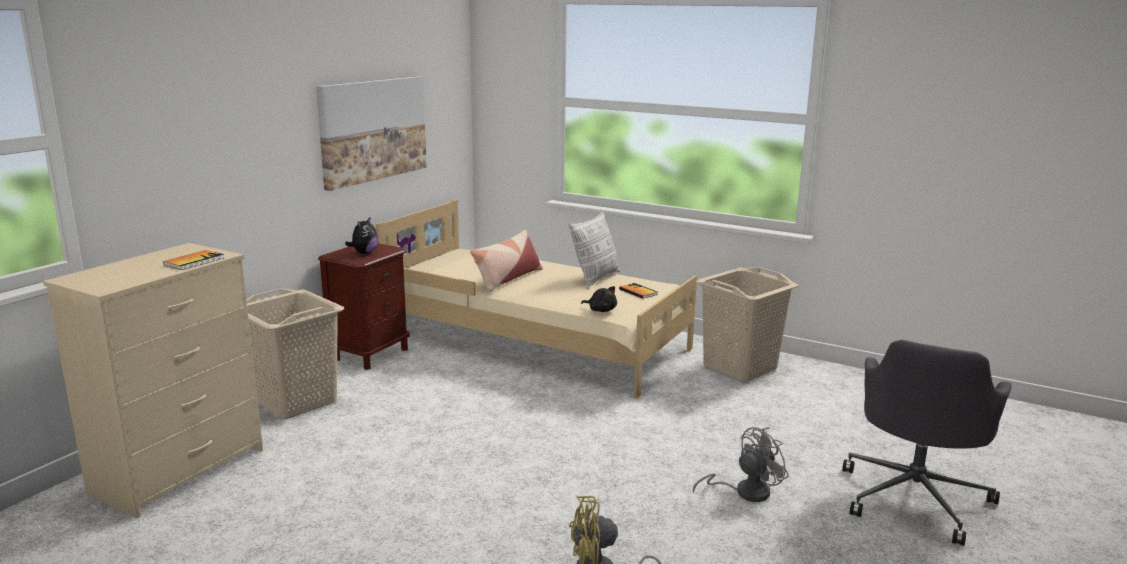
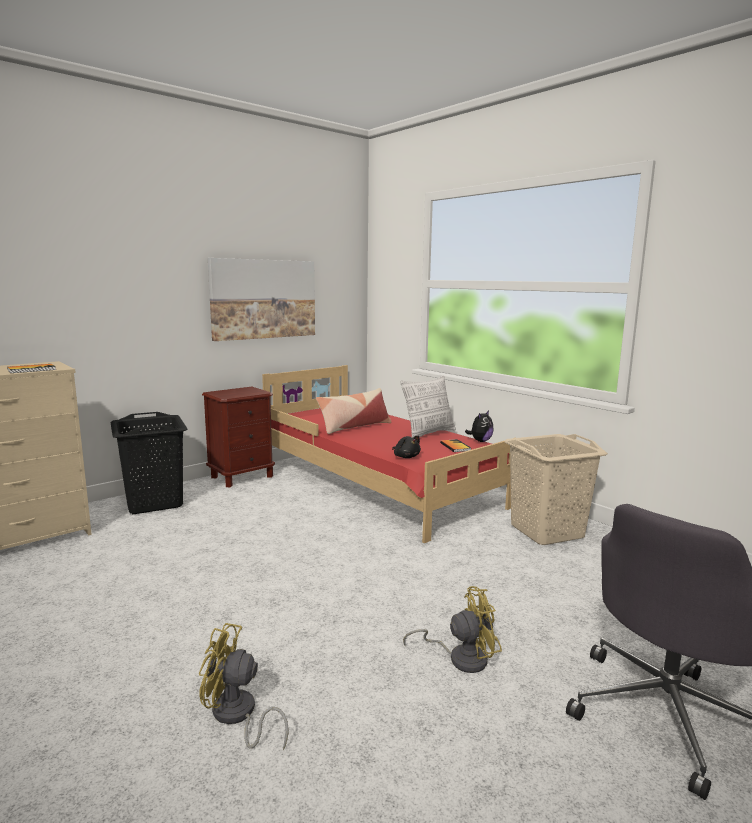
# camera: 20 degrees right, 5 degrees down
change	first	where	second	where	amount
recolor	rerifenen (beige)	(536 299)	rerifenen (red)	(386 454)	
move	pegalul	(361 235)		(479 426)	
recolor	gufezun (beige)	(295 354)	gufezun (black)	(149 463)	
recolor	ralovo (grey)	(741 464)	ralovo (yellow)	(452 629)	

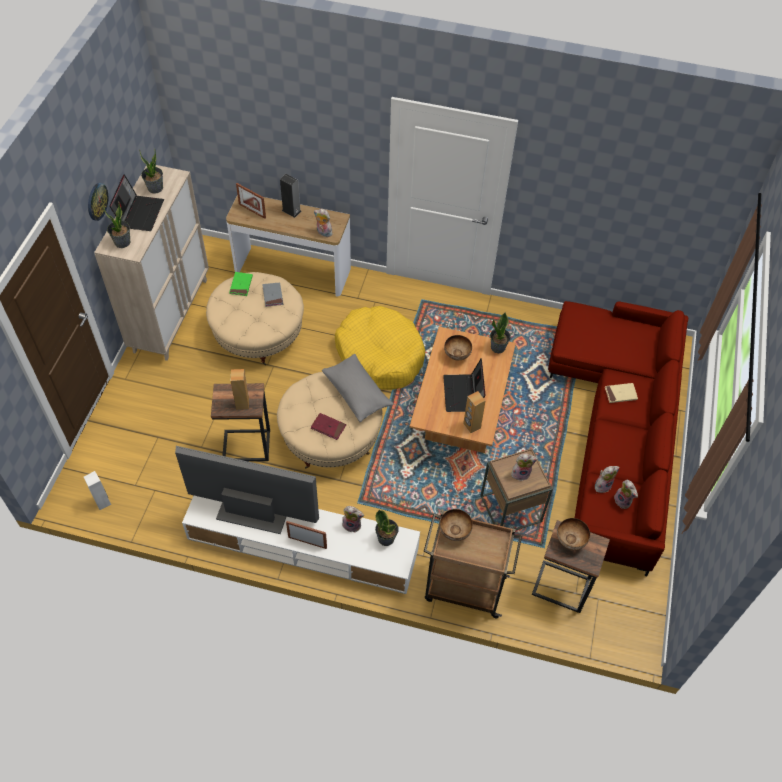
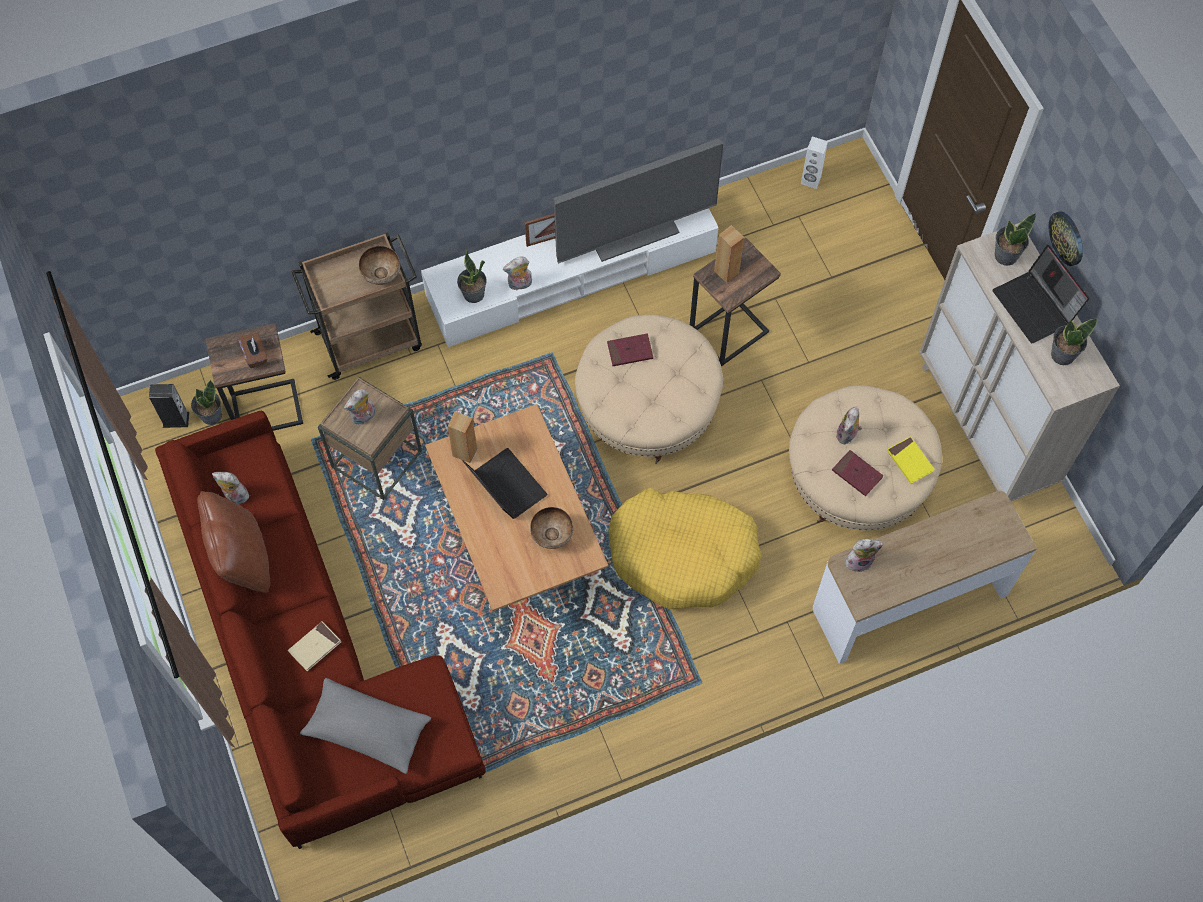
# camera: 145 degrees right, 10 degrees up
change	first	where	second	where	amount
move	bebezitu	(291 196)		(169 406)	
delete	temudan	(251 201)			
recolor	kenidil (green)	(241 284)	kenidil (yellow)	(911 460)	
recolor	kenidil (grey)	(272 294)	kenidil (red)	(857 473)	
move	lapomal	(500 332)		(206 402)	
move	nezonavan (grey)	(358 388)		(365 726)	
move	pegalul	(607 479)		(849 426)	
replace	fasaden	(573 534)	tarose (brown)	(253 350)	
insert			nezonavan (brown)	(233 542)	

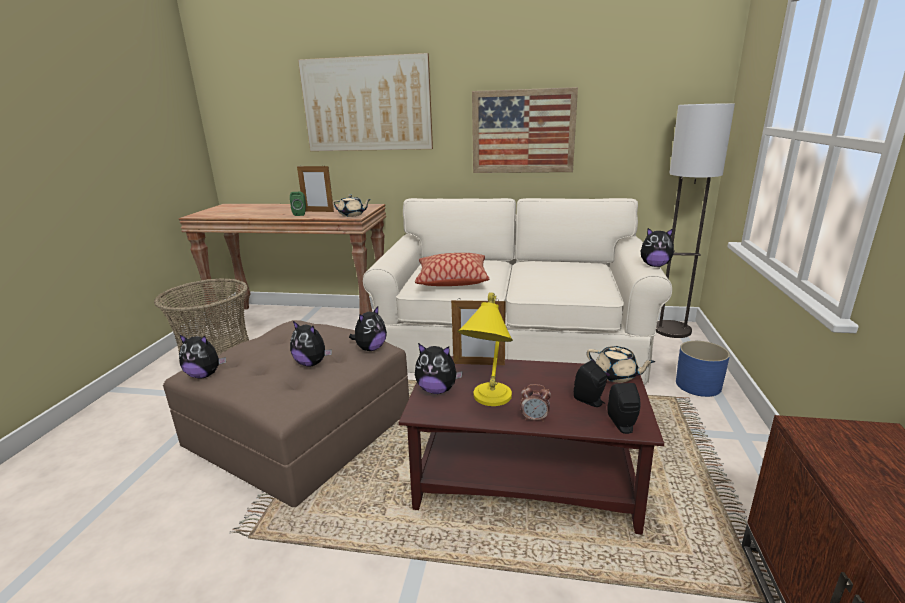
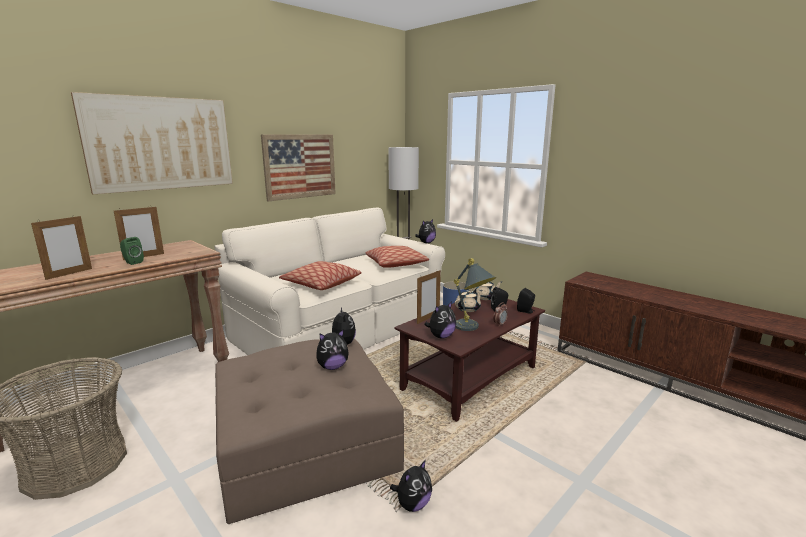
# camera: 55 degrees left, 5 degrees down
change	first	where	second	where	amount
move	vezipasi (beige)	(352 205)		(469 301)	
recolor	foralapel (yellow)	(485 349)	foralapel (grey)	(475 294)	
move	pegalul	(202 356)		(411 486)	
insert			temudan	(61 248)	
insert			nezonavan	(397 257)	

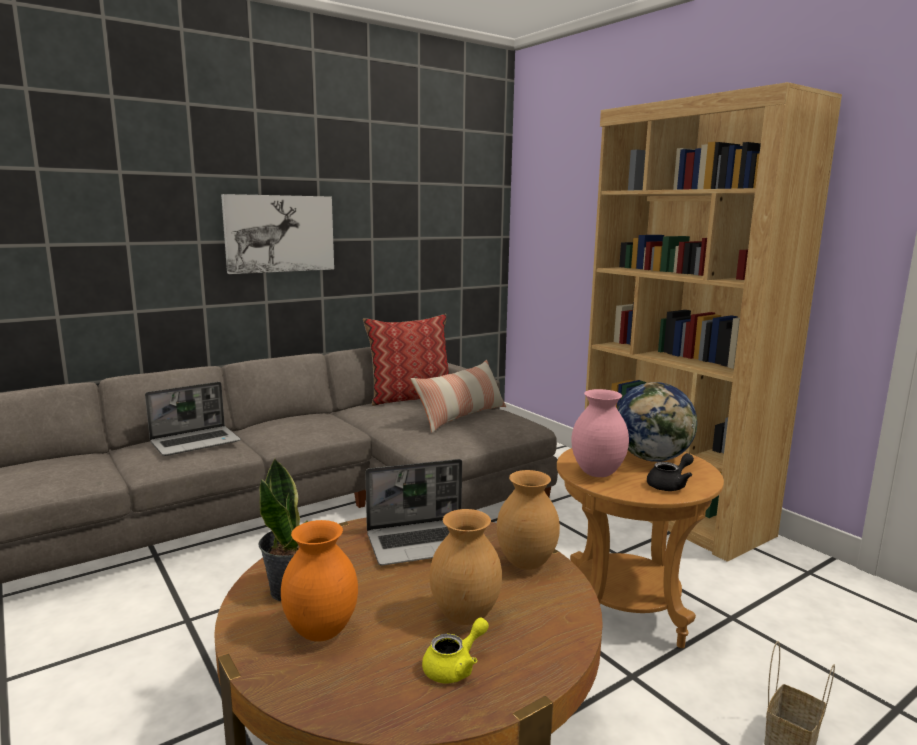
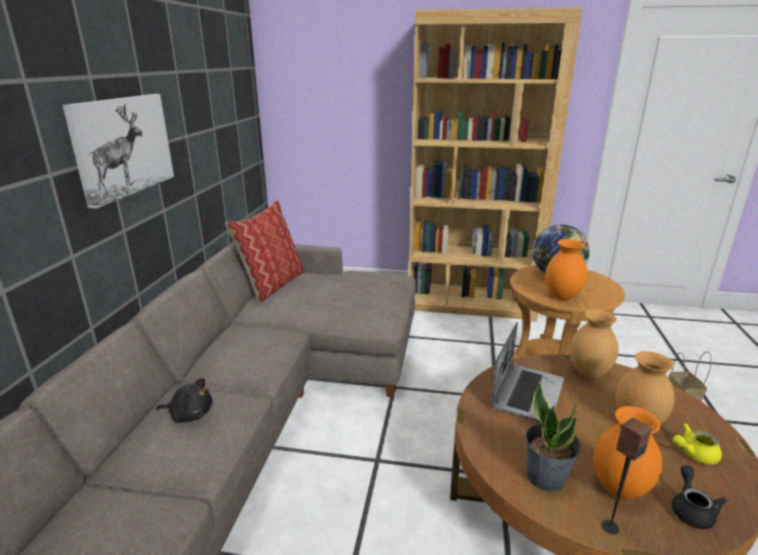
# camera: 45 degrees left, 10 degrees up
change	first	where	second	where	amount
delete	nezonavan	(458 396)			
replace	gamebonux	(193 419)	pegalul (black)	(184 400)	
recolor	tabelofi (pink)	(600 433)	tabelofi (orange)	(566 269)	
move	vezipasi (black)	(670 472)		(700 497)	
rotate	vezipasi (yellow)	(455 650)		(697 444)	105 degrees counterclockwise
insert			bebezitu	(626 476)	

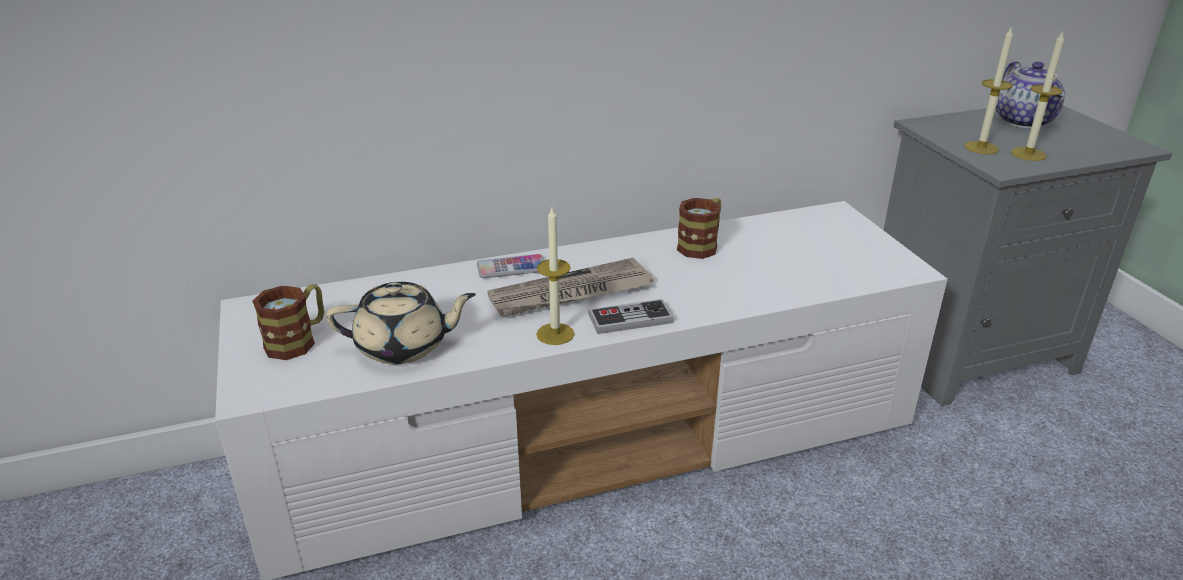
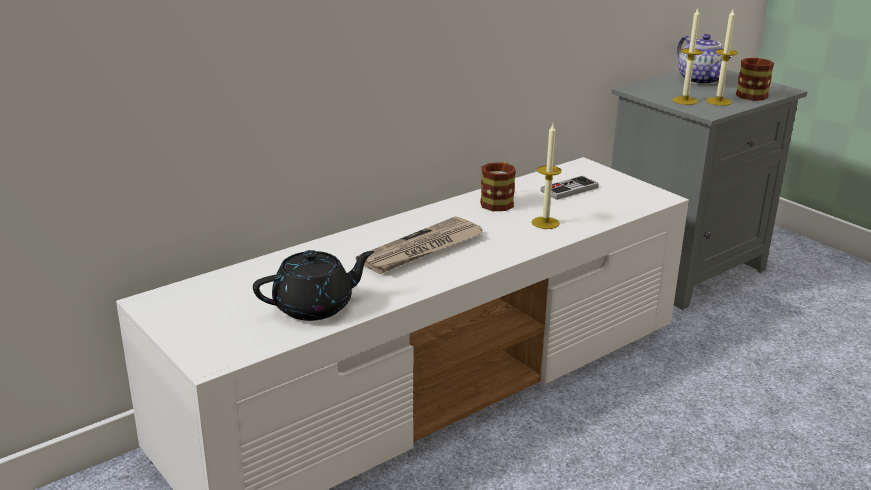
# camera: 20 degrees left, 5 degrees down
change	first	where	second	where	amount
move	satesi	(555 276)		(547 176)	
delete	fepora	(511 266)			
recolor	vezipasi (beige)	(401 323)	vezipasi (black)	(313 285)	
move	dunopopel	(288 322)		(755 79)	
move	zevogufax	(631 316)		(569 188)	

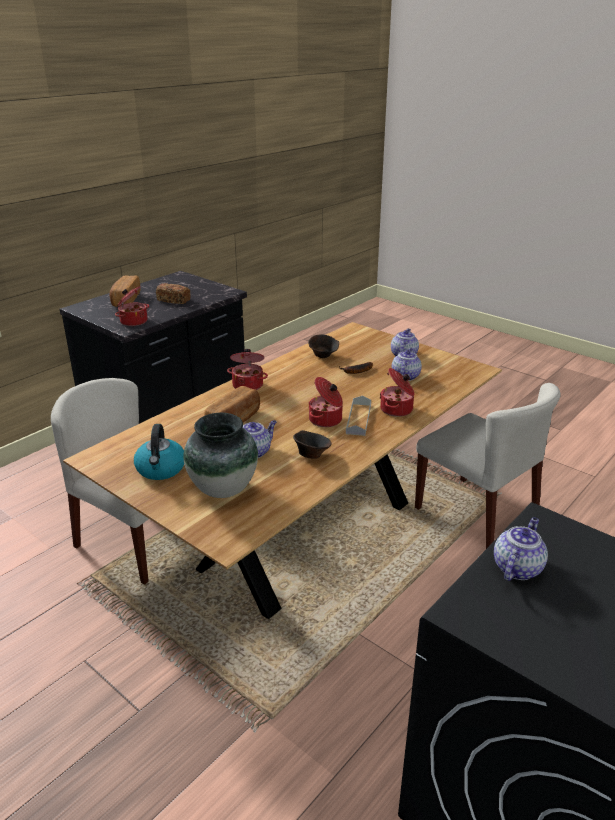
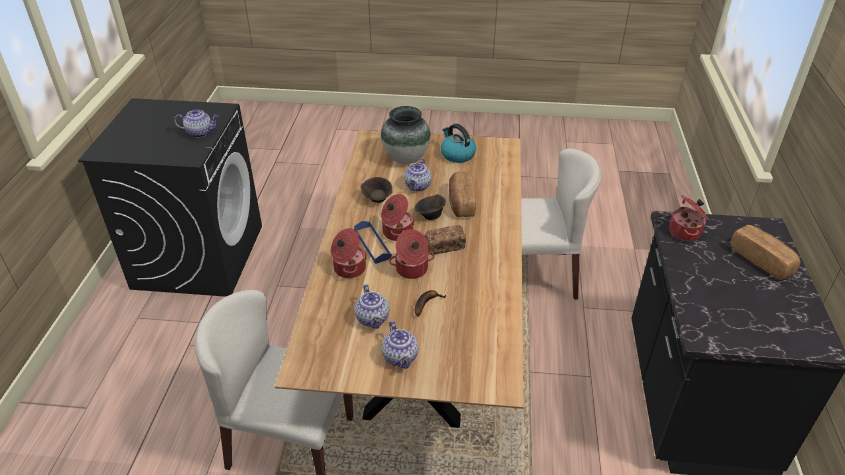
# camera: 145 degrees right, 10 degrees up
change	first	where	second	where	amount
move	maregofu	(173 293)		(445 240)	
move	fasaden (brown)	(323 346)		(430 207)	
move	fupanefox	(247 369)		(412 254)	
recolor	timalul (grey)	(358 416)	timalul (blue)	(373 242)	
rotate	vezipasi	(521 549)		(196 123)	90 degrees counterclockwise

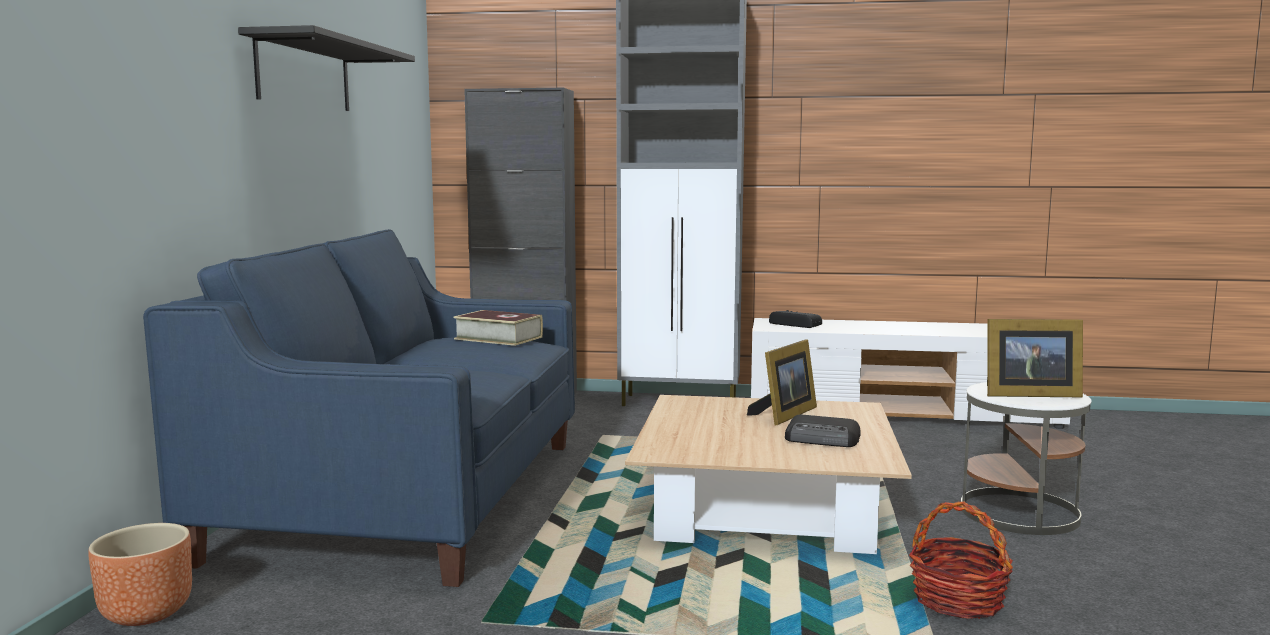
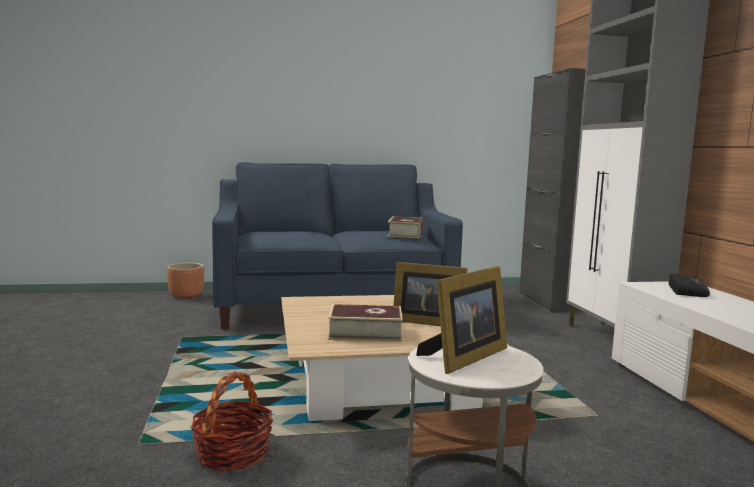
# camera: 70 degrees right, 0 degrees up
change	first	where	second	where	amount
delete	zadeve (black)	(326 68)			
rotate	temudan	(1035 358)		(461 320)	120 degrees counterclockwise
replace	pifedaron	(822 431)	kenidil	(365 323)	

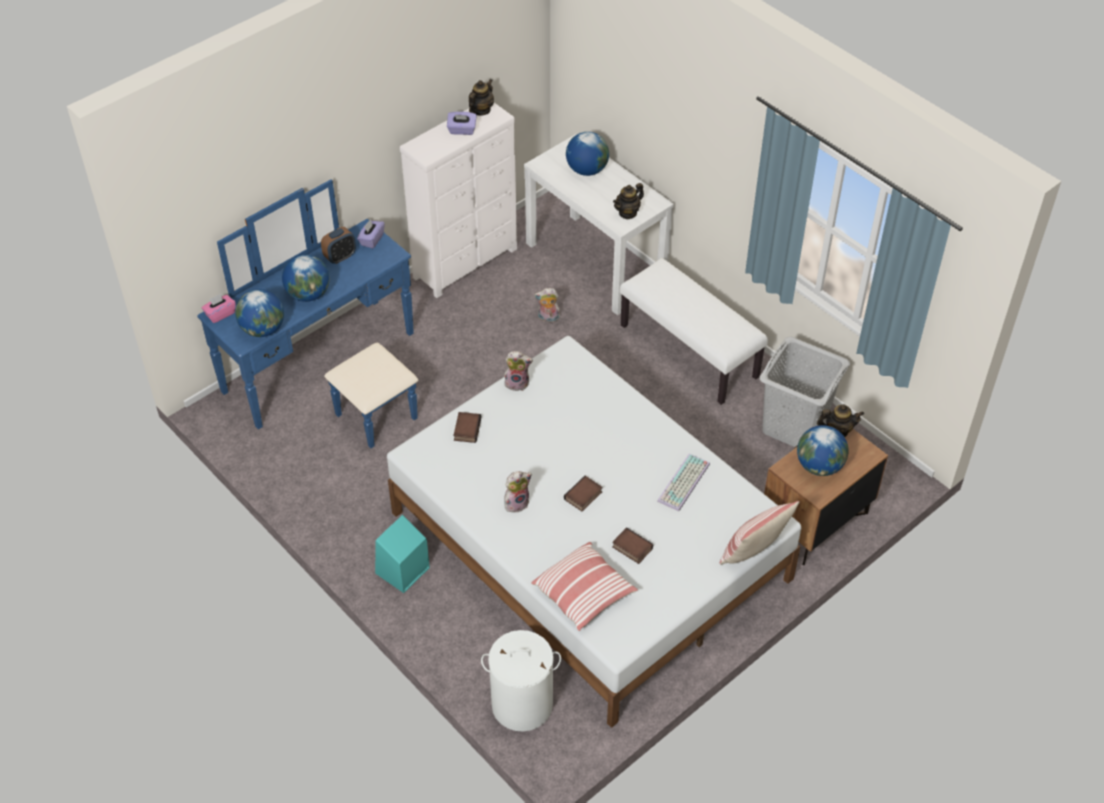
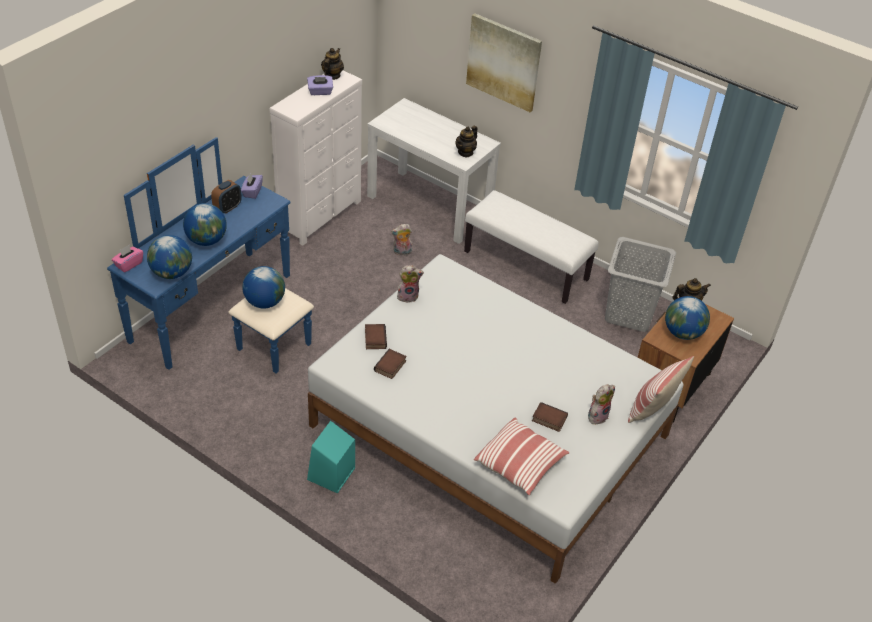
# camera: 15 degrees left, 5 degrees down
change	first	where	second	where	amount
move	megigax	(587 154)		(263 287)	
delete	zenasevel	(683 482)			
move	pegalul	(518 491)		(601 404)	
move	kenidil	(583 493)		(390 364)	
delete	gufezun (white)	(521 681)			
insert			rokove	(504 62)	

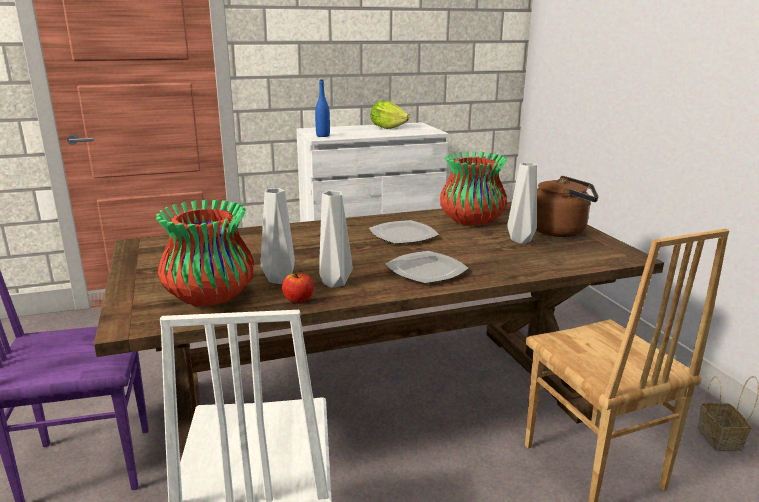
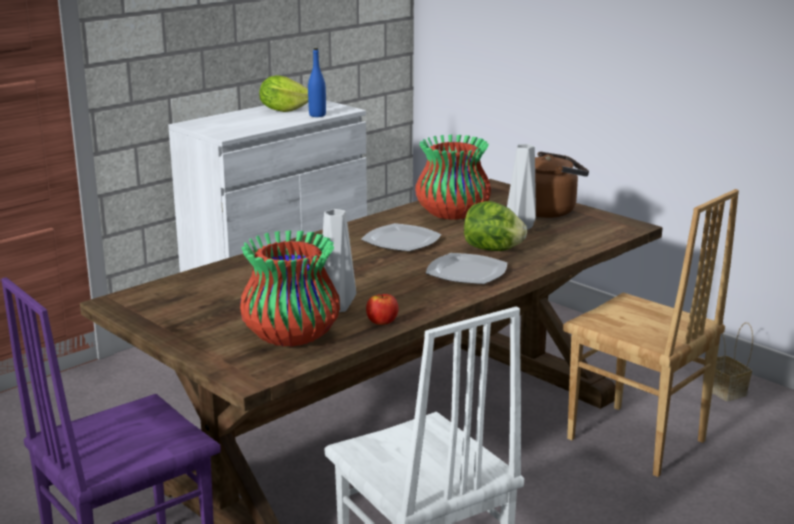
# camera: 25 degrees left, 0 degrees up
change	first	where	second	where	amount
move	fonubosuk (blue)	(322 108)		(317 82)	
delete	tabelofi (grey)	(336 239)			
insert			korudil	(495 226)	

